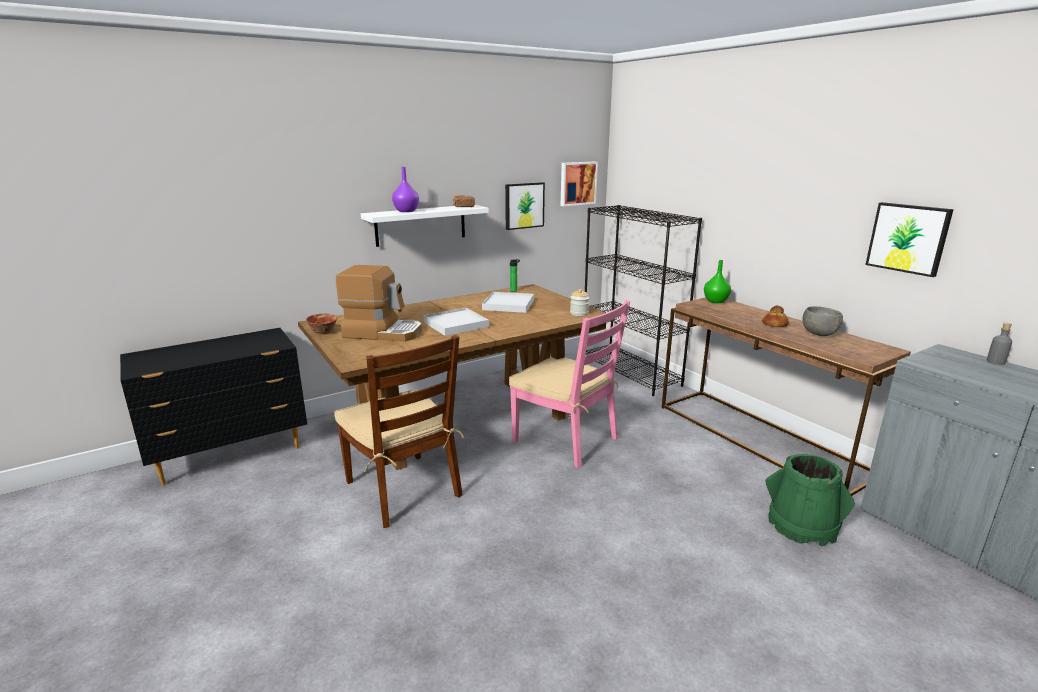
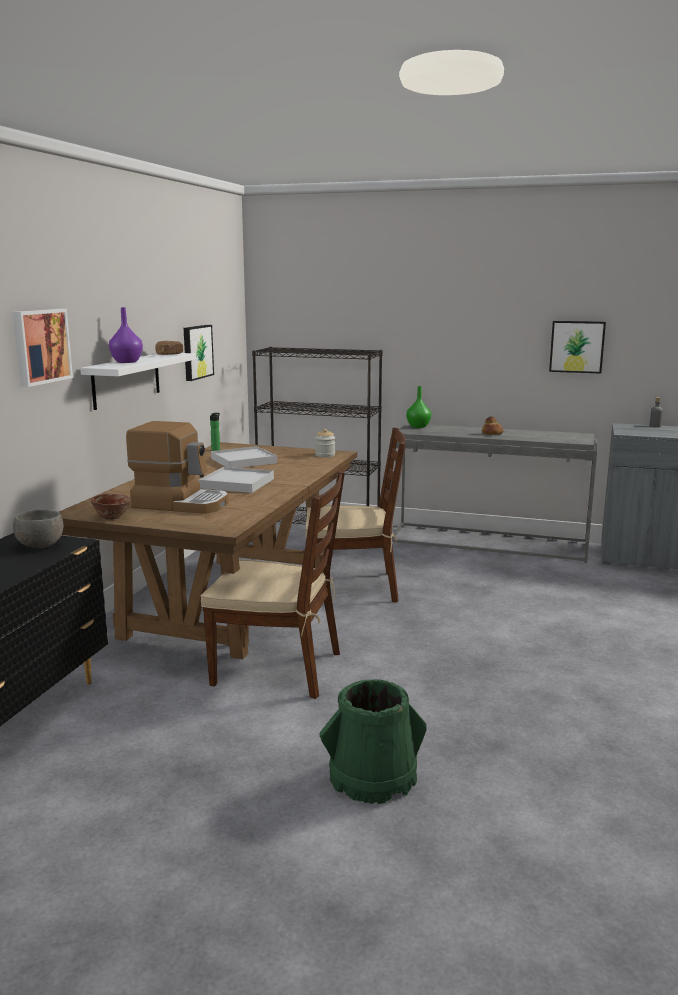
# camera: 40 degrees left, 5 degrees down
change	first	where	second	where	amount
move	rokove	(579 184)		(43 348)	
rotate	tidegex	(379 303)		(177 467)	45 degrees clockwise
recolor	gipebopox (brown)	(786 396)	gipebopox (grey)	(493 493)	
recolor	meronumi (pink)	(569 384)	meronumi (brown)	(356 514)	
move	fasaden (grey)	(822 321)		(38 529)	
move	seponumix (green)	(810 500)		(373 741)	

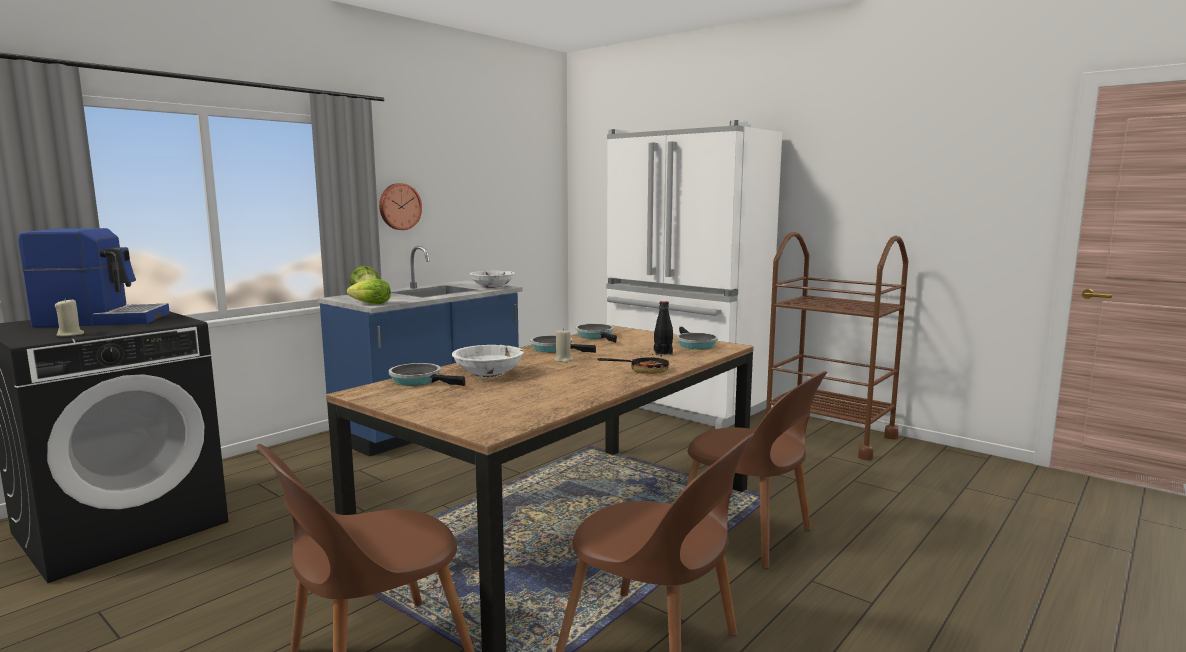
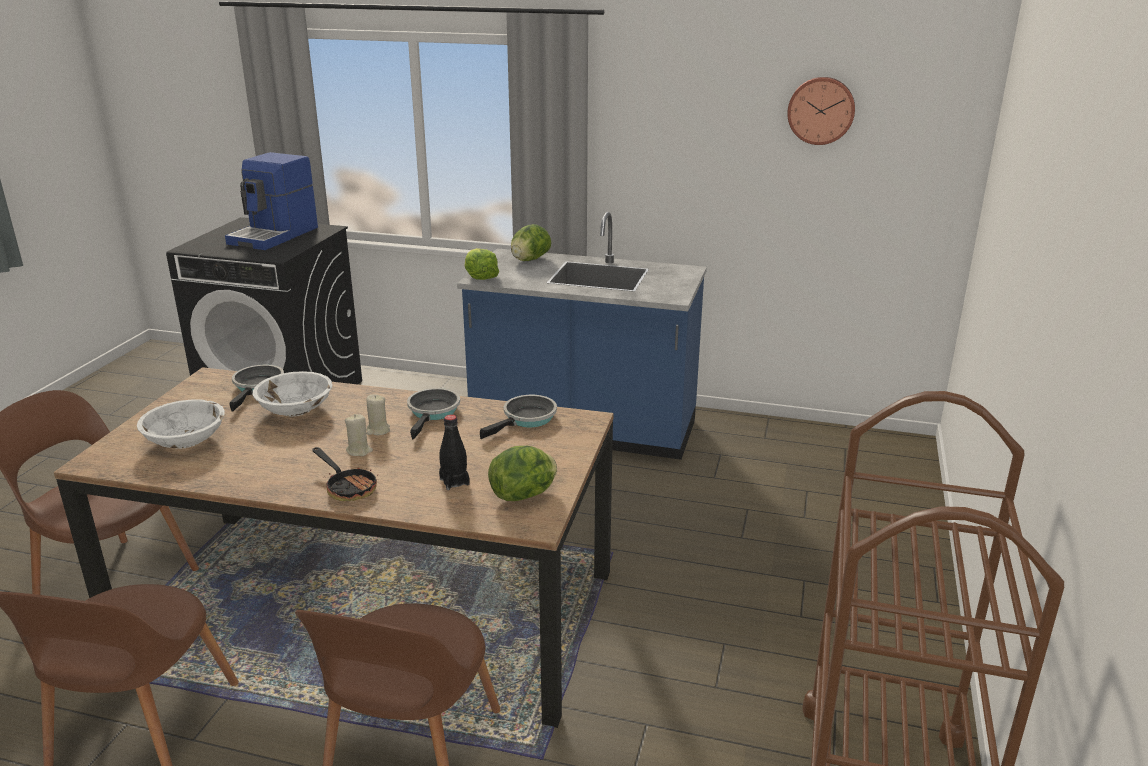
# camera: 65 degrees right, 15 degrees up
change	first	where	second	where	amount
delete	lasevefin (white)	(694 274)			
move	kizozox	(400 206)		(821 111)	
rotate	tidegex	(94 277)		(271 201)	60 degrees clockwise
move	fasaden (white)	(492 279)		(181 424)	
move	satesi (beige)	(69 317)		(359 435)	
replace	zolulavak	(697 338)	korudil	(522 473)	

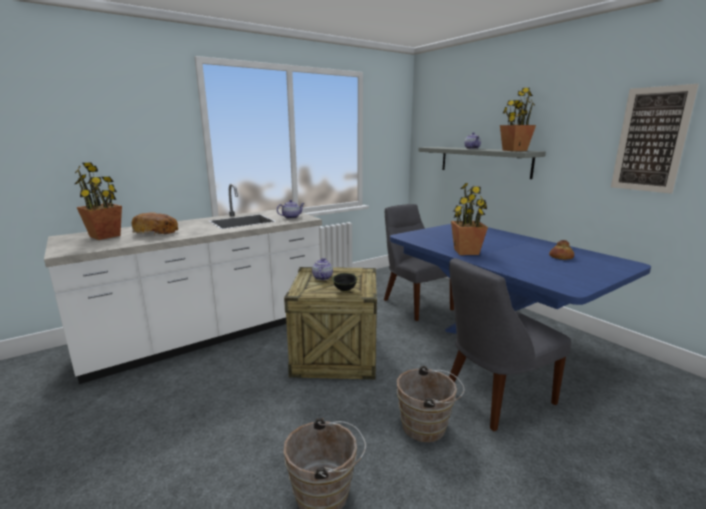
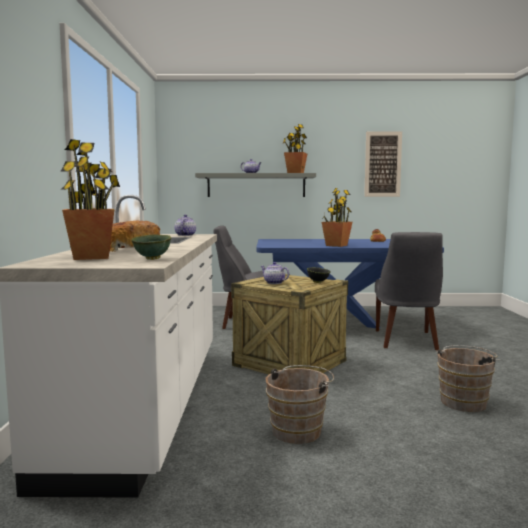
# camera: 55 degrees left, 10 degrees down
change	first	where	second	where	amount
move	seponumix (brown)	(431 404)		(299 404)	
insert			fasaden (green)	(151 247)	

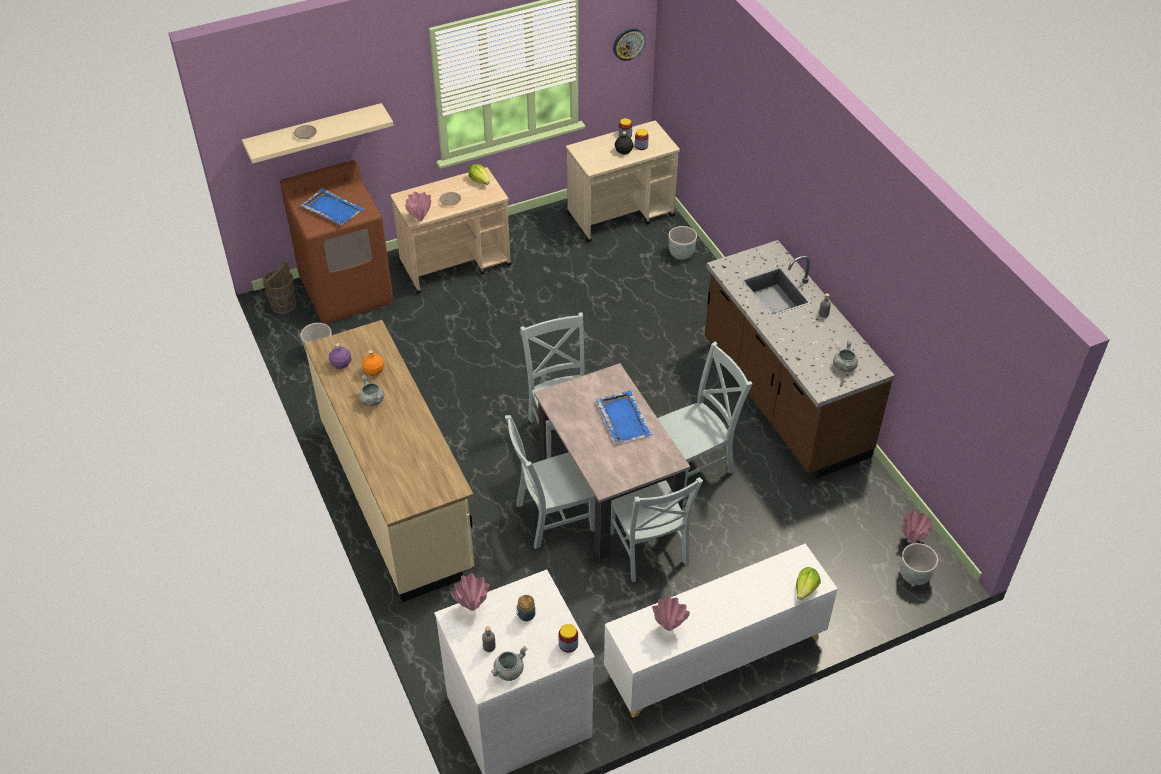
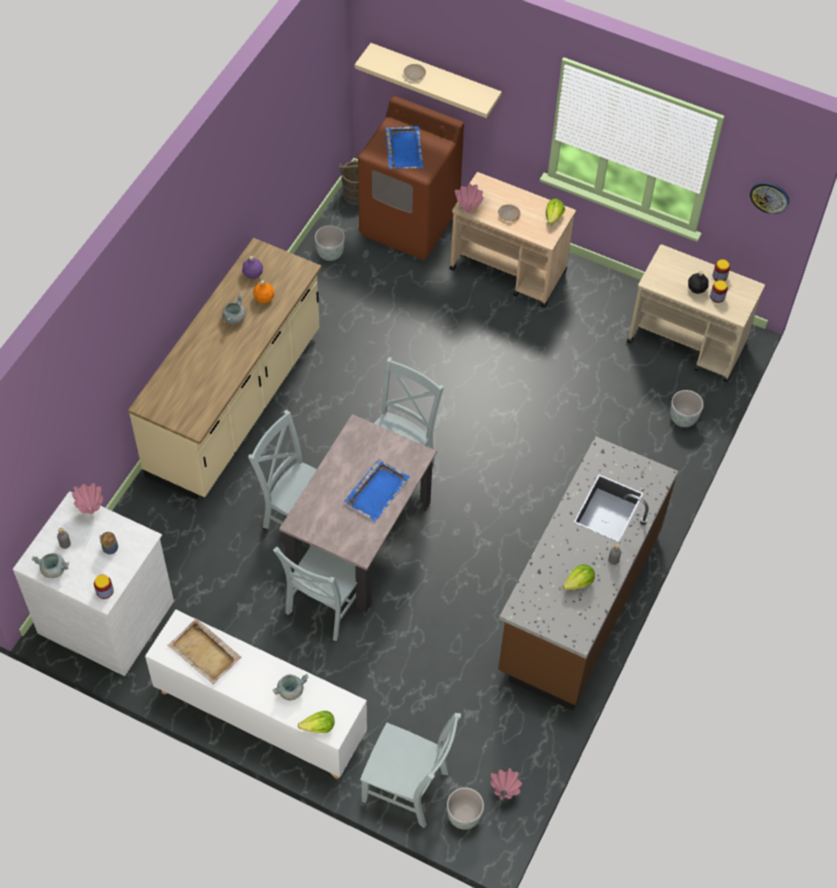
# camera: 50 degrees right, 10 degrees up
change	first	where	second	where	amount
move	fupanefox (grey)	(845 356)		(291 687)	
move	meronumi (grey)	(705 415)		(410 770)	
replace	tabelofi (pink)	(671 613)	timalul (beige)	(204 651)	
insert			korudil	(578 577)	

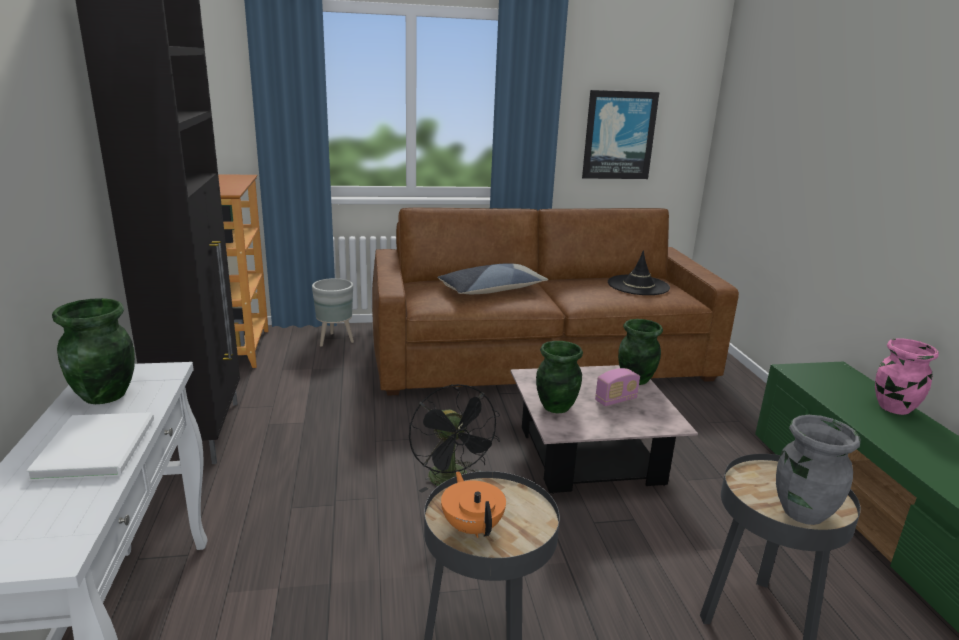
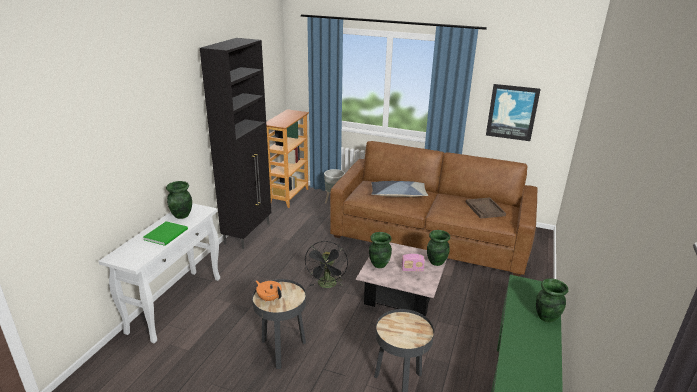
# camera: 30 degrees right, 5 degrees up
change	first	where	second	where	amount
replace	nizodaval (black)	(639 272)	timalul (brown)	(485 208)	
recolor	tabelofi (pink)	(907 376)	tabelofi (green)	(552 300)	
recolor	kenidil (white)	(90 446)	kenidil (green)	(166 233)	
delete	tabelofi (grey)	(818 470)			
rotate	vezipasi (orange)	(473 504)		(269 291)	60 degrees counterclockwise

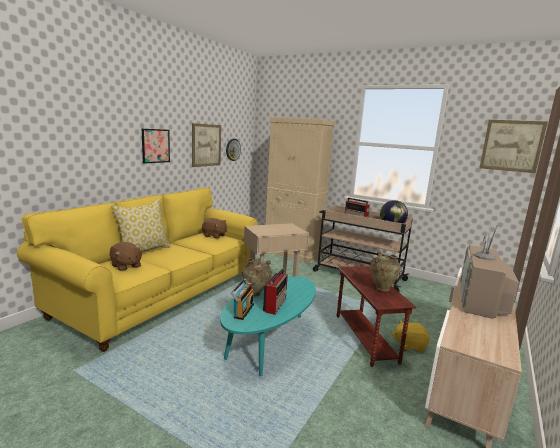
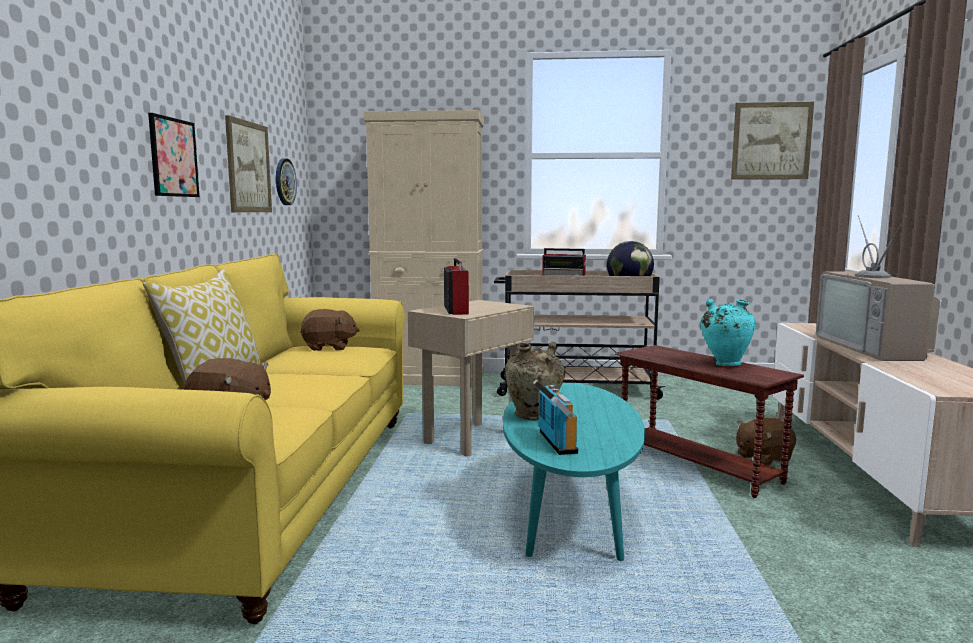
# camera: 25 degrees left, 5 degrees down
change	first	where	second	where	amount
recolor	tabelofi (beige)	(385 271)	tabelofi (turquoise)	(727 332)	
move	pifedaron	(275 292)		(456 286)	
recolor	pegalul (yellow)	(410 336)	pegalul (brown)	(766 441)	

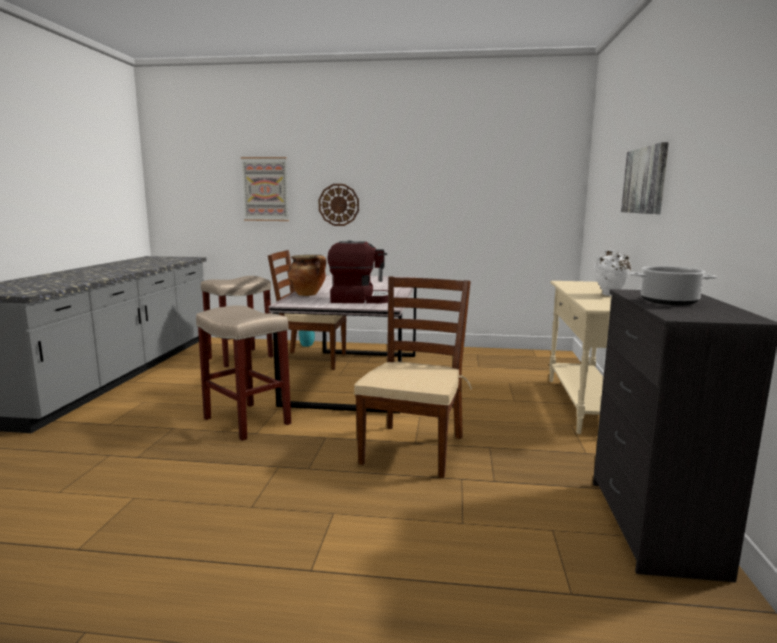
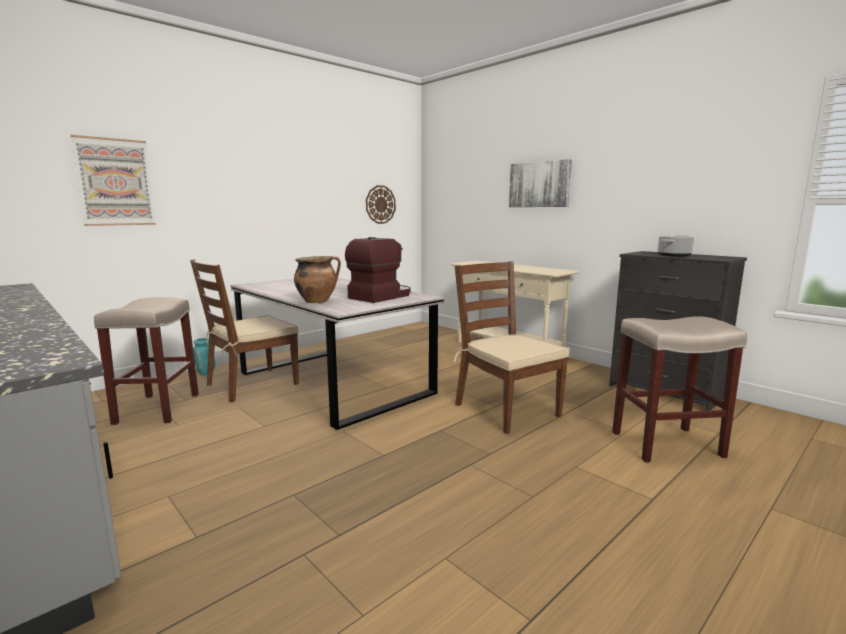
# camera: 50 degrees left, 0 degrees up
change	first	where	second	where	amount
move	kizozox	(339 205)		(381 204)	
delete	tabelofi (white)	(612 273)			
move	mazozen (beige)	(243 373)		(679 389)	

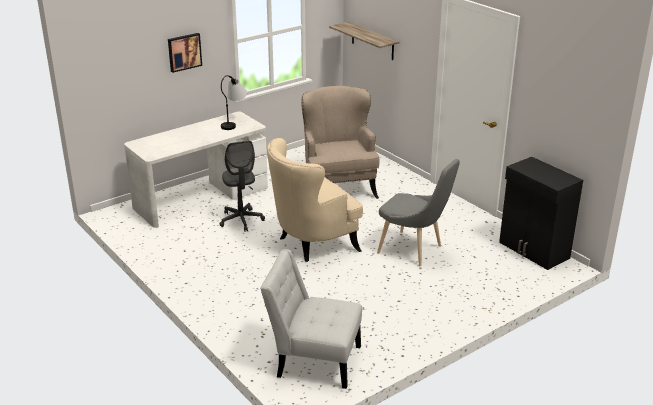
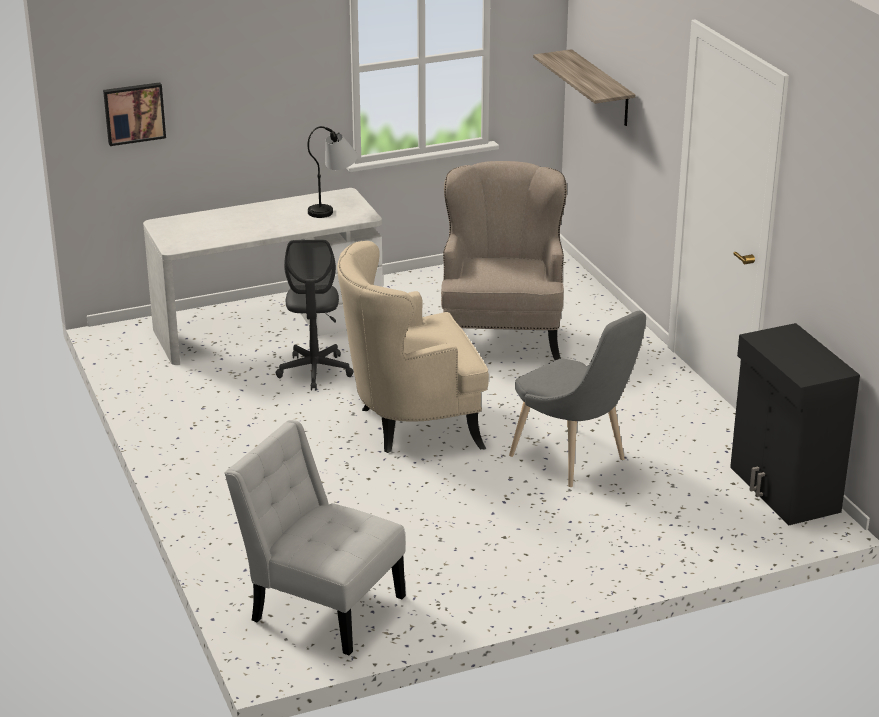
# camera: 15 degrees right, 0 degrees up
change	first	where	second	where	amount
move	rokove	(185 53)		(134 114)	

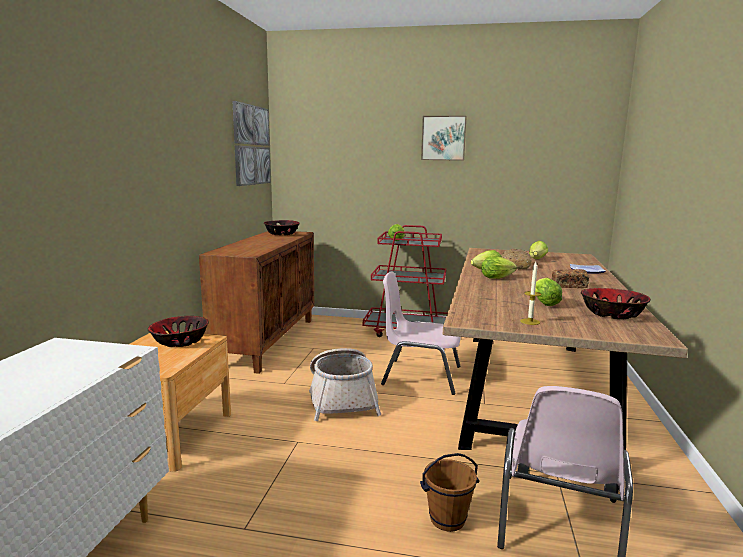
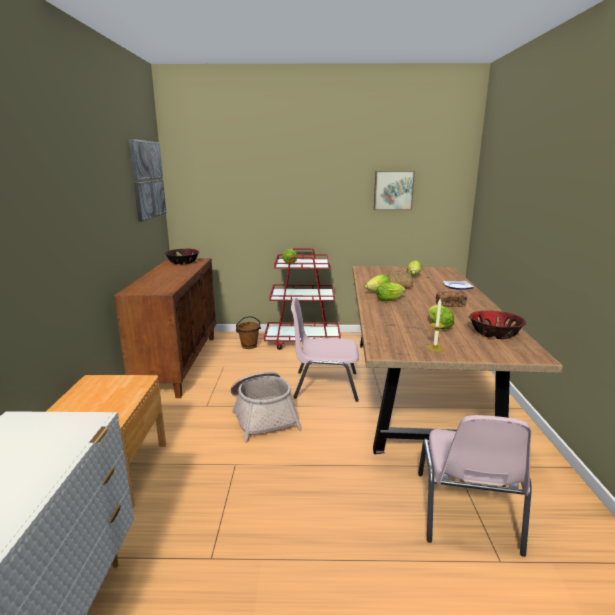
# camera: 10 degrees left, 5 degrees up
change	first	where	second	where	amount
move	rokove	(444 138)		(394 190)	
delete	fasaden	(178 331)			
move	seponumix (brown)	(449 492)		(248 332)	

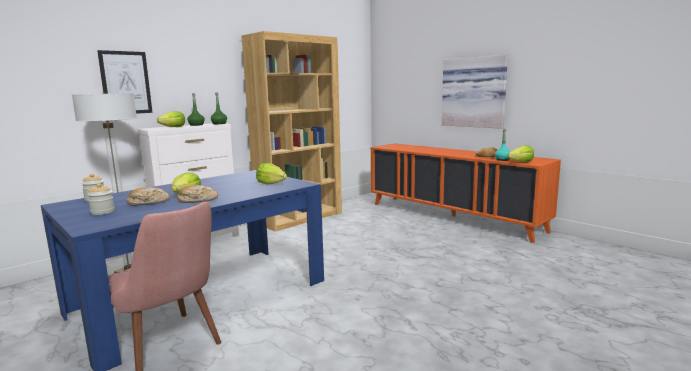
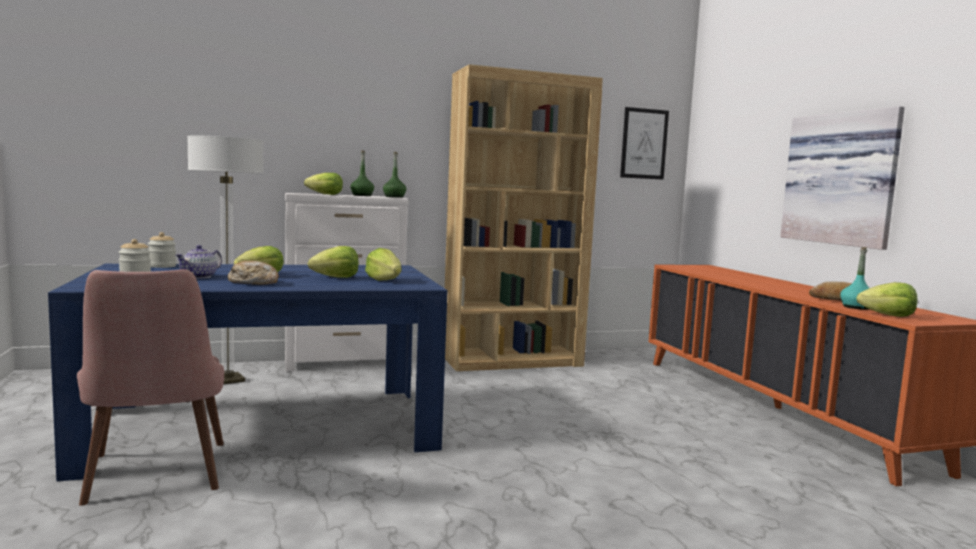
# camera: 25 degrees right, 5 degrees down
change	first	where	second	where	amount
move	rokove	(124 82)		(644 143)	
replace	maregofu	(148 196)	vezipasi	(198 261)	
insert			korudil	(333 262)	

